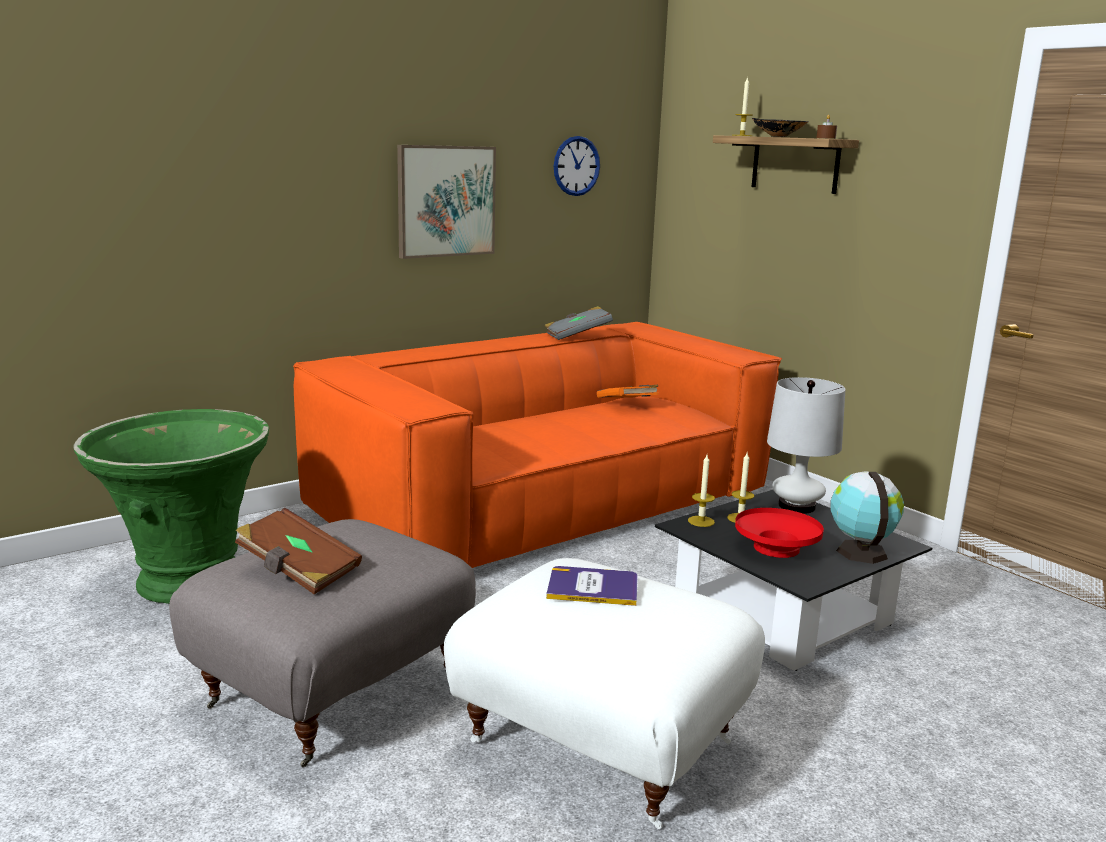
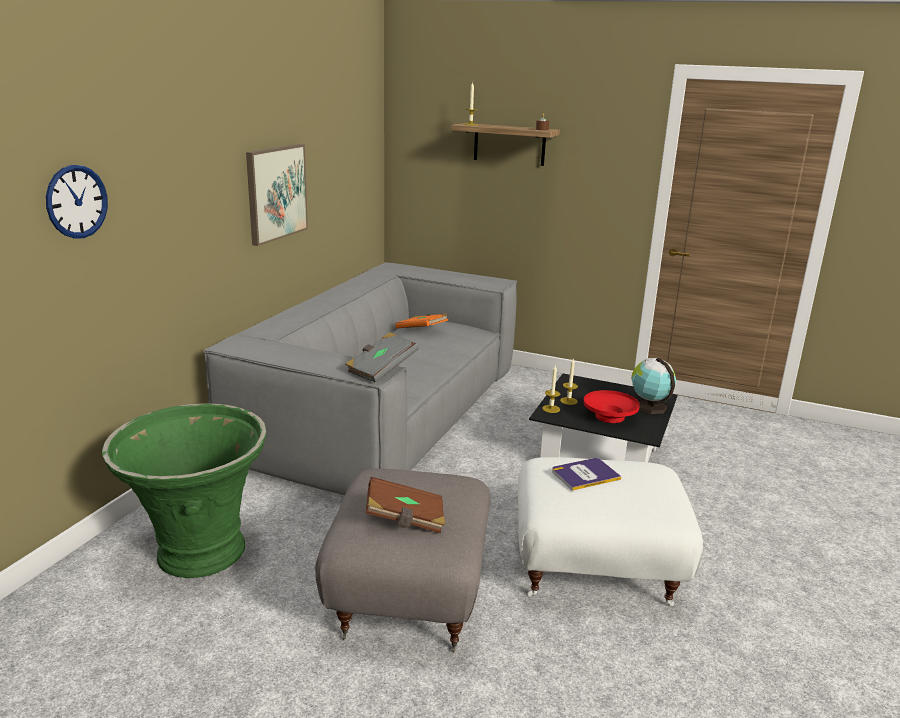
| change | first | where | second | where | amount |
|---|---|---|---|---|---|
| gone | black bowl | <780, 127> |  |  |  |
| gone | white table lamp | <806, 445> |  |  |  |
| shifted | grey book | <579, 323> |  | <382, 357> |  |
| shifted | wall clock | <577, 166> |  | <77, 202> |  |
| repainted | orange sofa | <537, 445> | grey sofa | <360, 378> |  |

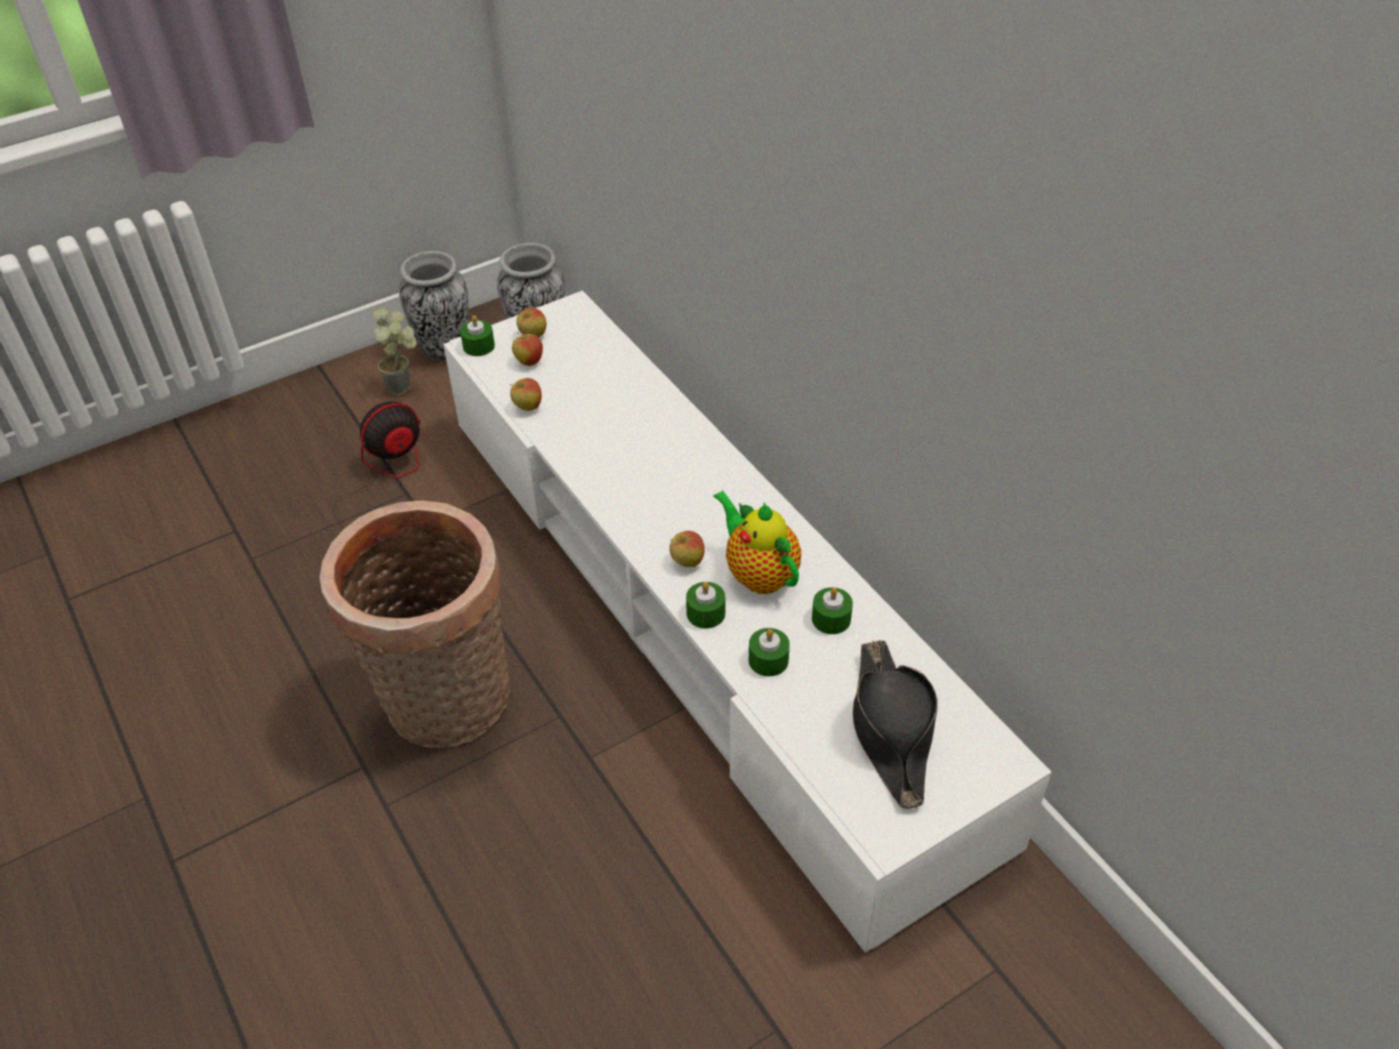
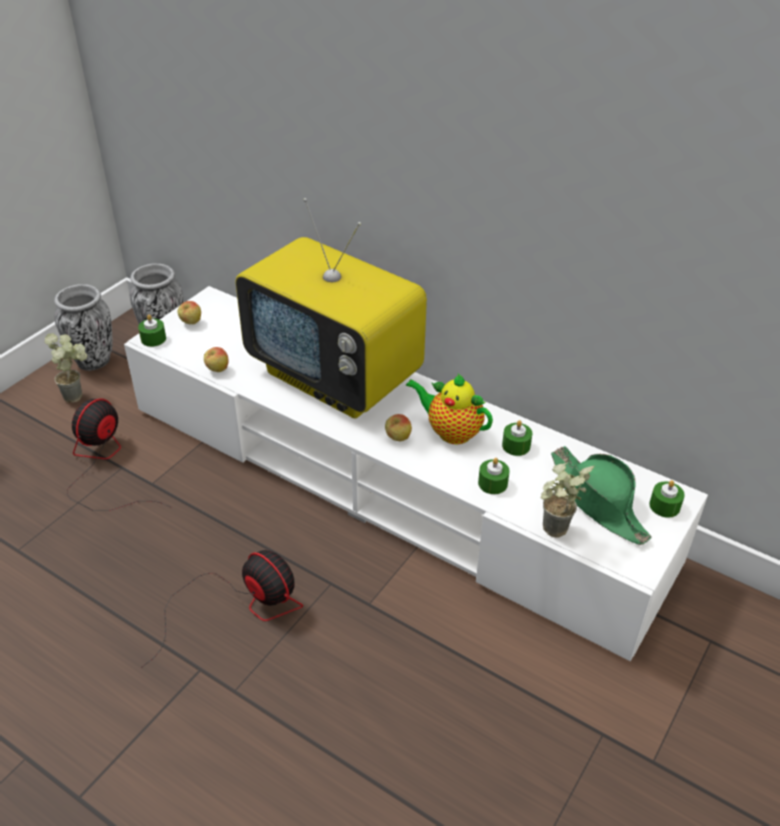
| change | first | where | second | where | amount |
|---|---|---|---|---|---|
| gone | apple | <527, 349> |  |  |  |
| new |  |  | television | <331, 308> |  |
| new |  |  | potted plant | <567, 500> |  |
| shifted | green candle | <705, 605> |  | <667, 499> |  |
| swapped | basket | <415, 624> | fan | <222, 609> |  |
| repainted | black hat | <895, 724> | green hat | <601, 495> |  |

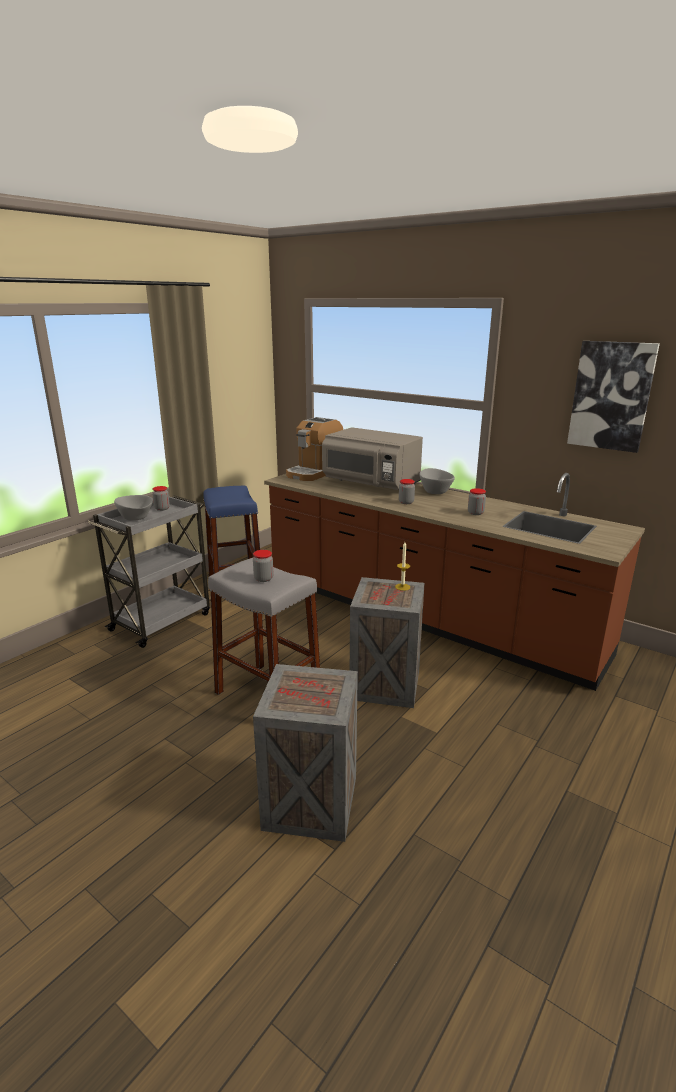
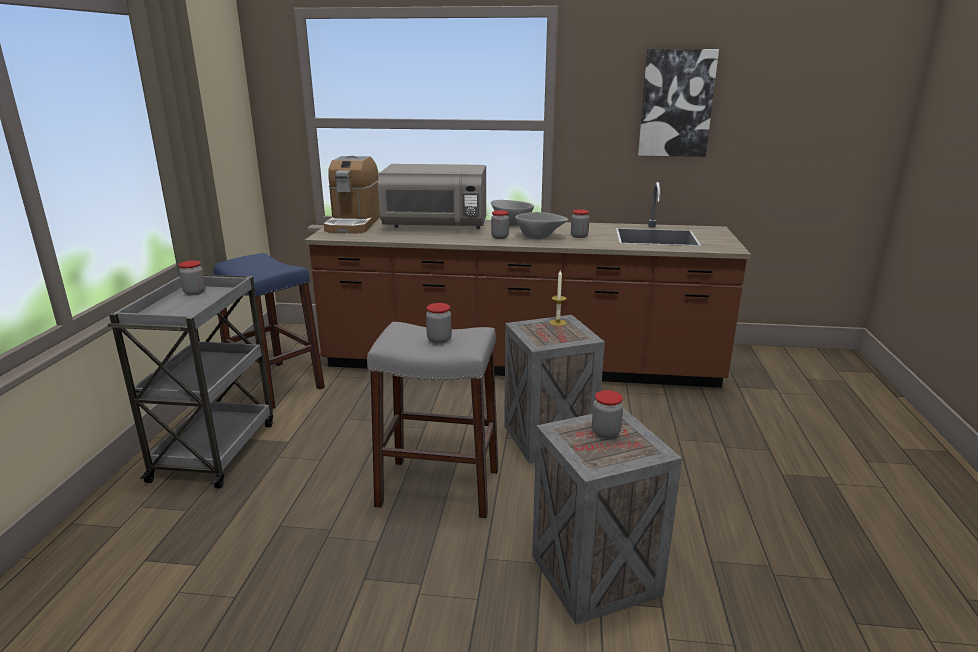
| change | first | where | second | where | amount |
|---|---|---|---|---|---|
| new |  |  | jar | <607, 414> |  |
| shifted | grey bowl | <133, 508> |  | <541, 225> |  |

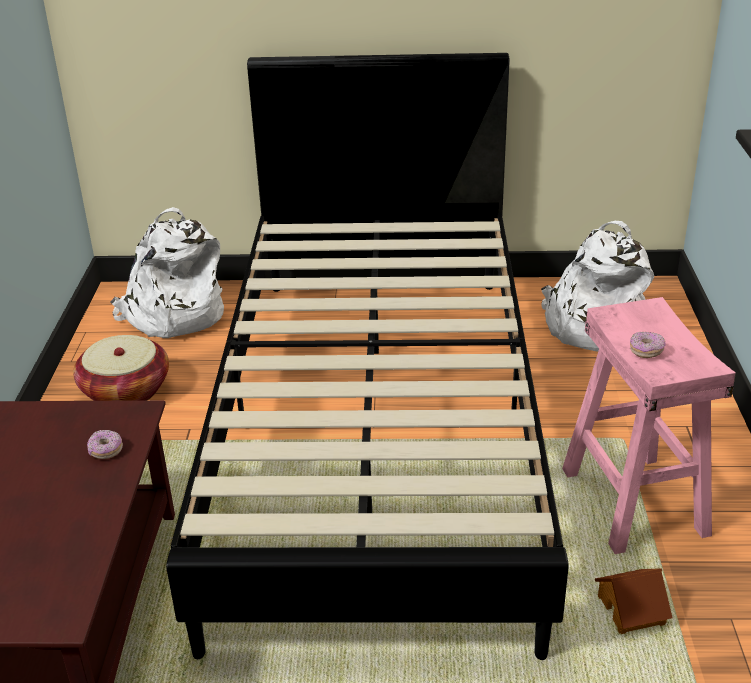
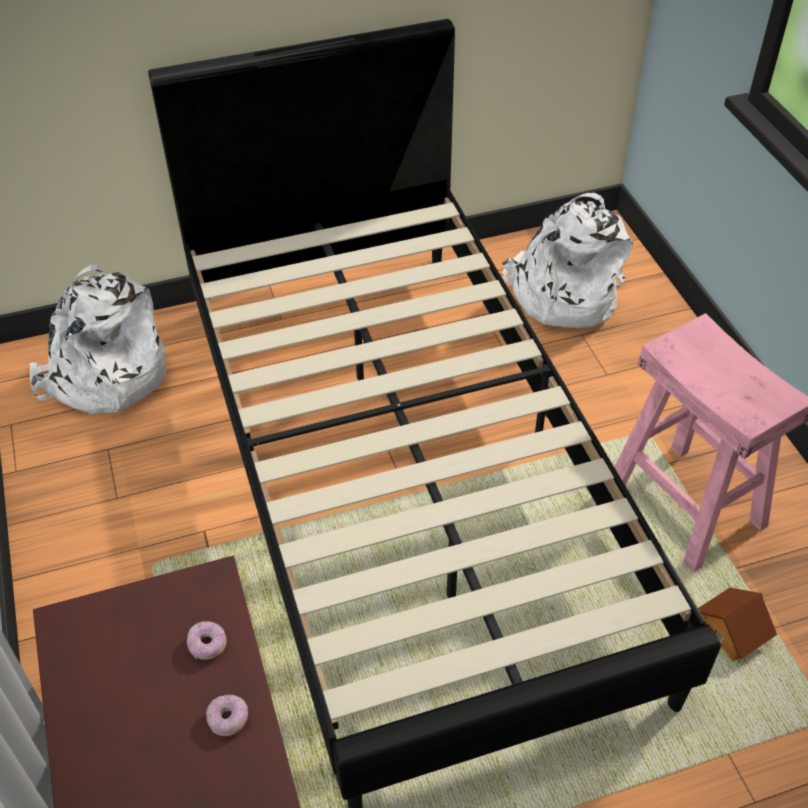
| change | first | where | second | where | amount |
|---|---|---|---|---|---|
| gone | basket | <121, 368> |  |  |  |
| shifted | donut | <648, 344> |  | <227, 715> |  |

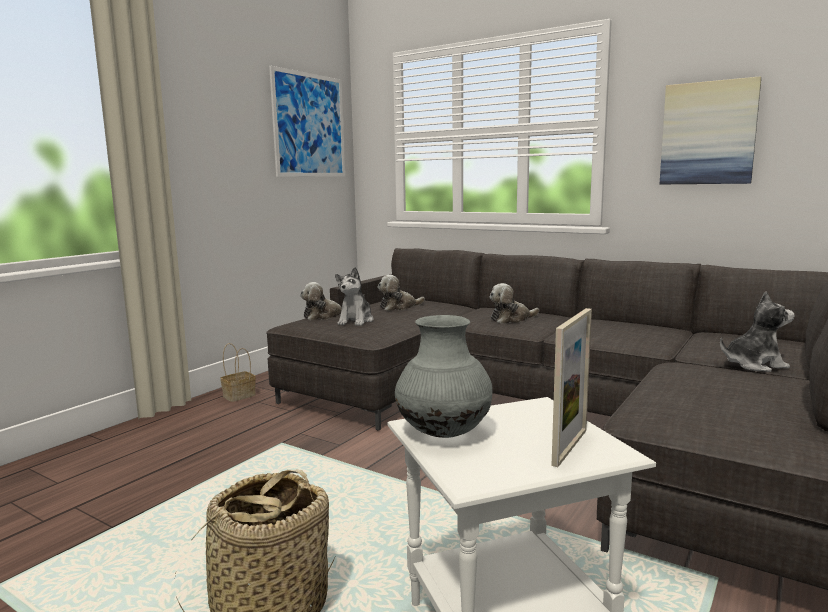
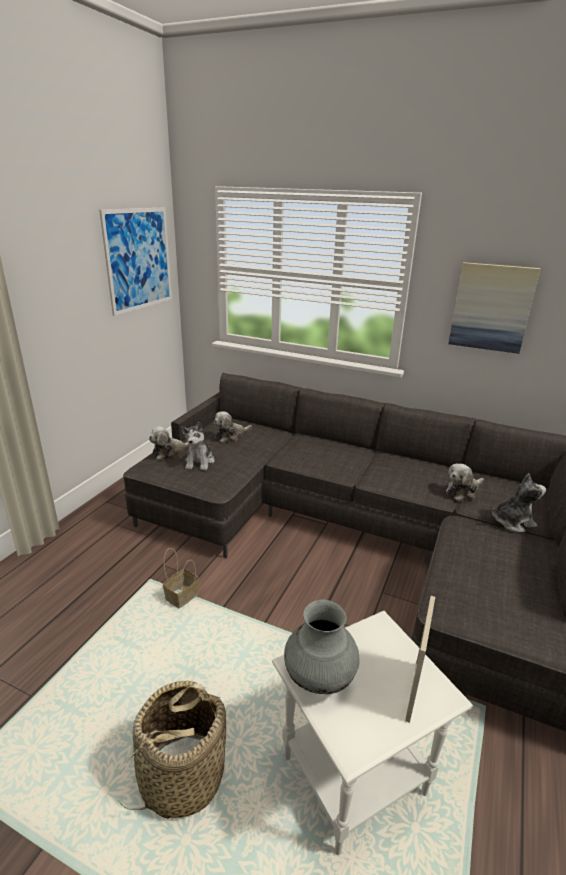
| change | first | where | second | where | amount |
|---|---|---|---|---|---|
| shifted | basket | <238, 372> |  | <181, 578> |  |
| shifted | plush toy | <514, 303> |  | <465, 482> |  |

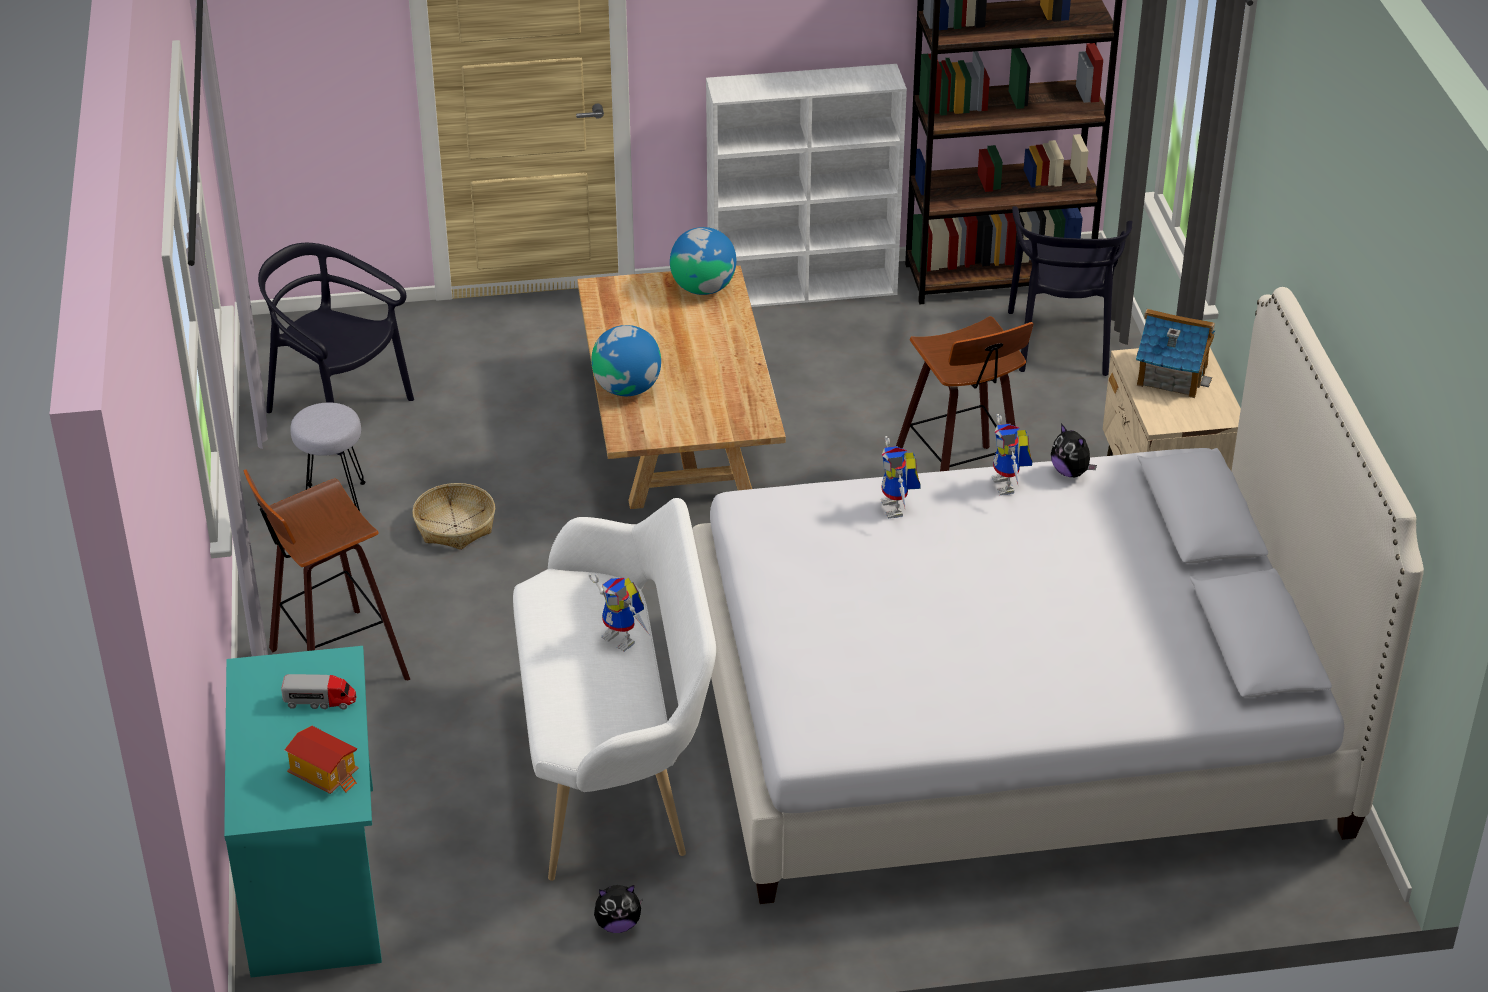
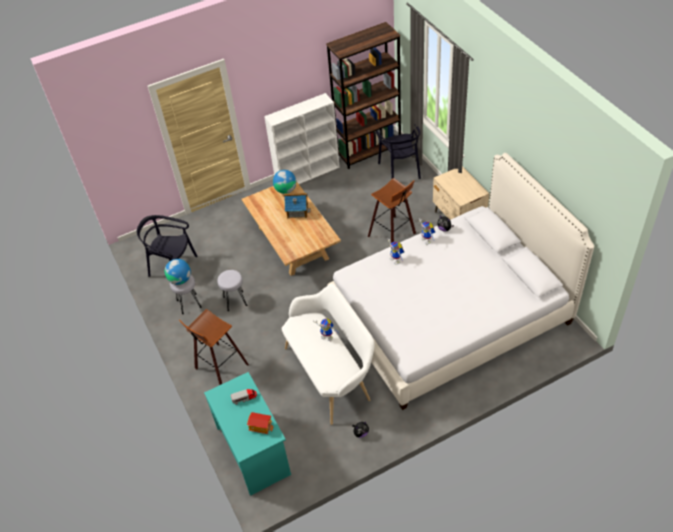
| change | first | where | second | where | amount |
|---|---|---|---|---|---|
| shifted | globe | <626, 360> |  | <178, 272> |  |
| shifted | toy house | <1175, 353> |  | <297, 206> |  |
| swapped | basket | <453, 516> | grey stool | <232, 290> |  |

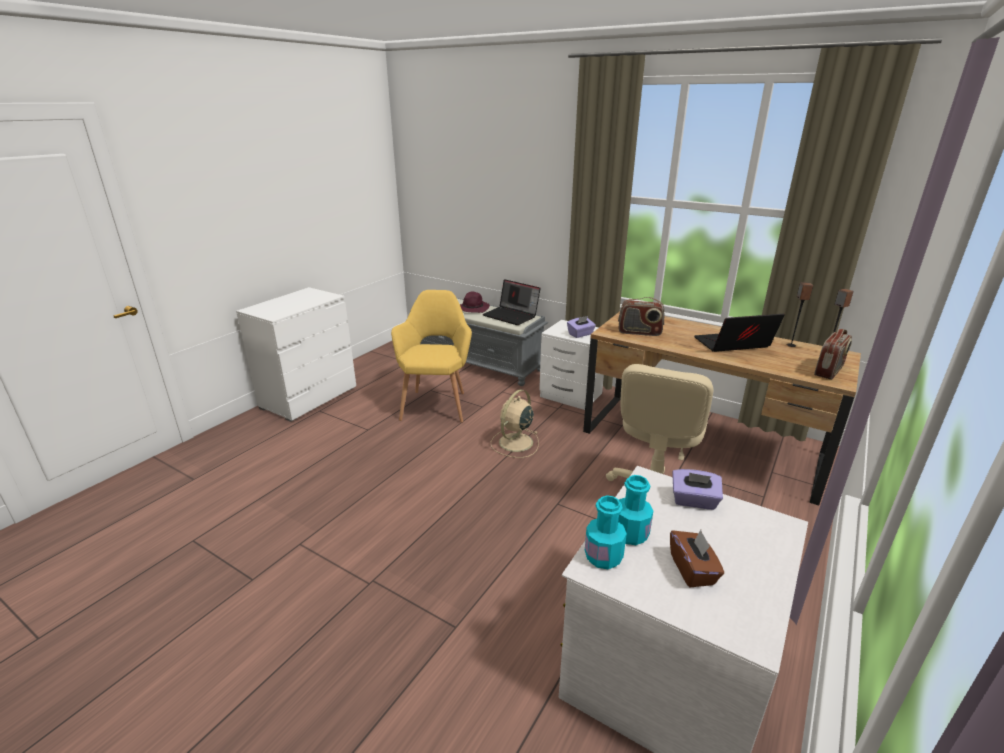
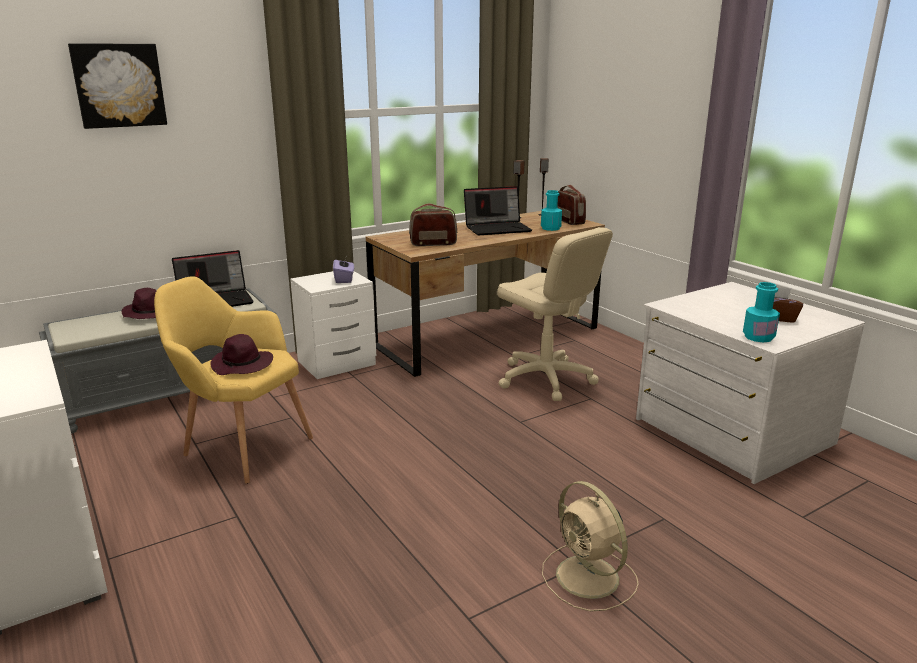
| change | first | where | second | where | amount |
|---|---|---|---|---|---|
| gone | purple tissue box | <697, 489> |  |  |  |
| new |  |  | picture | <117, 86> |  |
| new |  |  | purple hat | <241, 354> |  |
| shifted | beige fan | <515, 423> |  | <590, 546> |  |
| shifted | turquoise bottle | <635, 510> |  | <551, 210> |  |
| rotated | radio | <641, 316> |  | <433, 224> | 135 degrees counterclockwise |
| rotated | laptop | <739, 333> |  | <498, 210> | 120 degrees counterclockwise |

